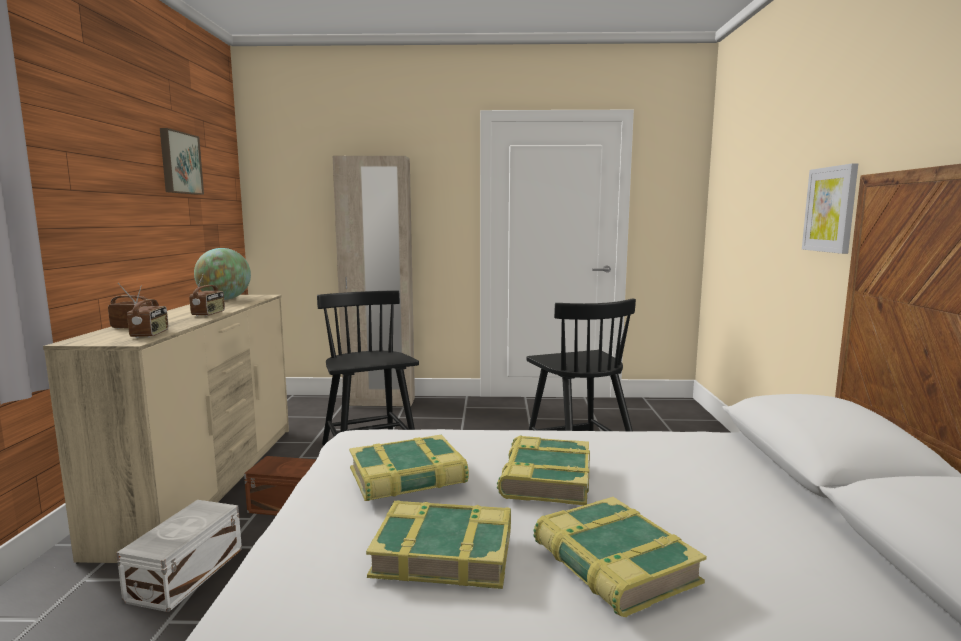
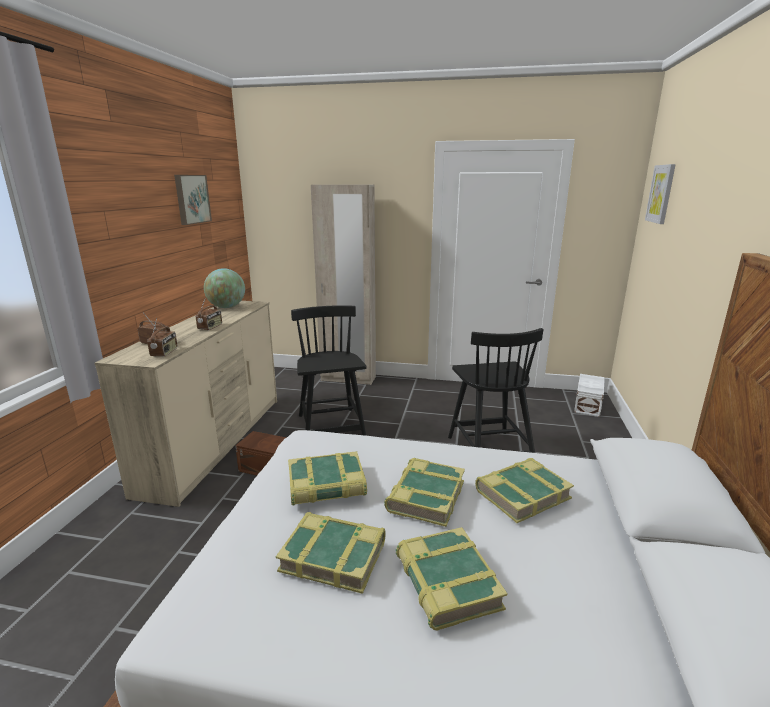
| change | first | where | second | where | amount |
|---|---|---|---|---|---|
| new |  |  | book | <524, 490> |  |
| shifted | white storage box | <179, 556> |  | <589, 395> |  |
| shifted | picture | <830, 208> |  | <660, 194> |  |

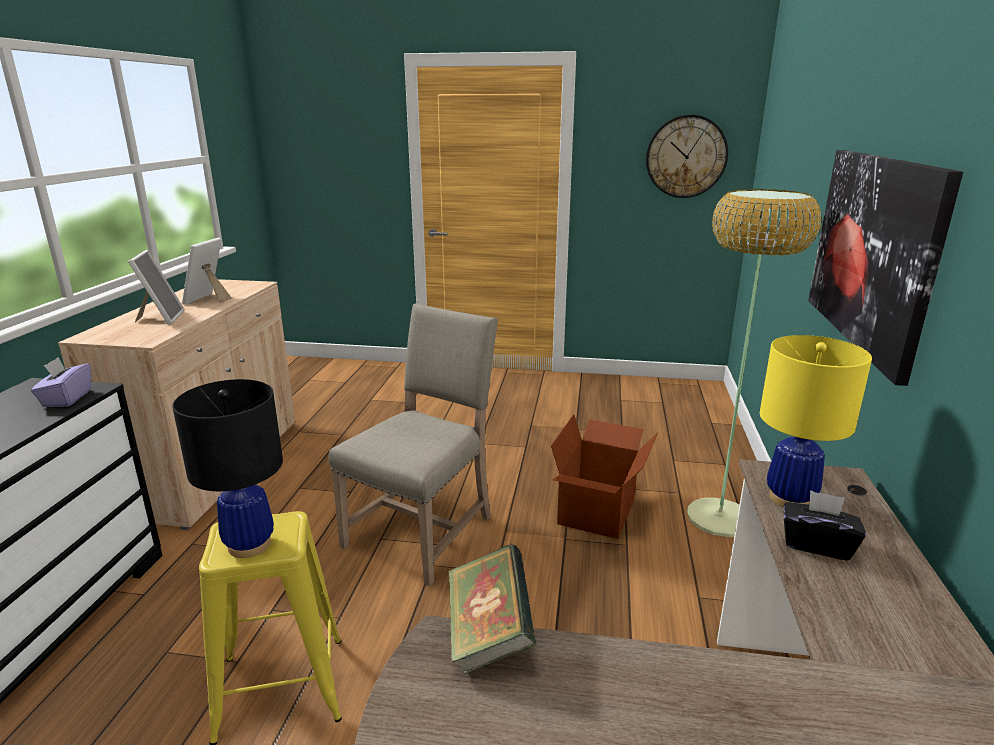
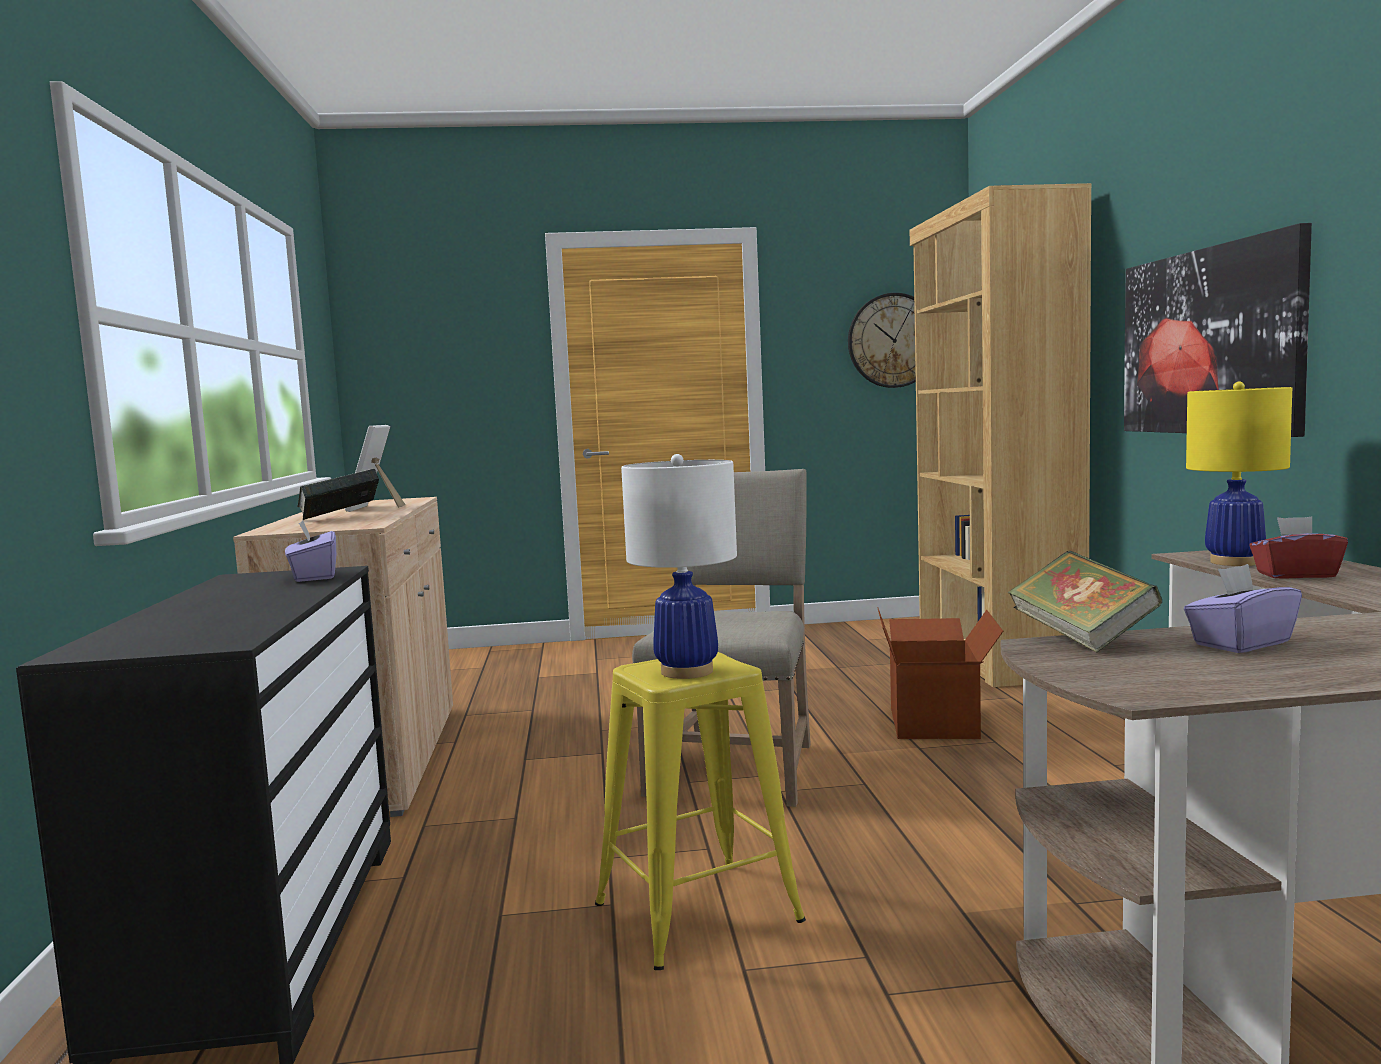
| change | first | where | second | where | amount |
|---|---|---|---|---|---|
| gone | floor lamp | <754, 363> |  |  |  |
| new |  |  | brown bookcase | <1000, 435> |  |
| new |  |  | purple tissue box | <1243, 608> |  |
| swapped | picture frame | <156, 287> | book | <338, 494> |  |
| repainted | black table lamp | <227, 468> | white table lamp | <679, 566> |  |
| repainted | black tissue box | <825, 525> | red tissue box | <1298, 547> |  |

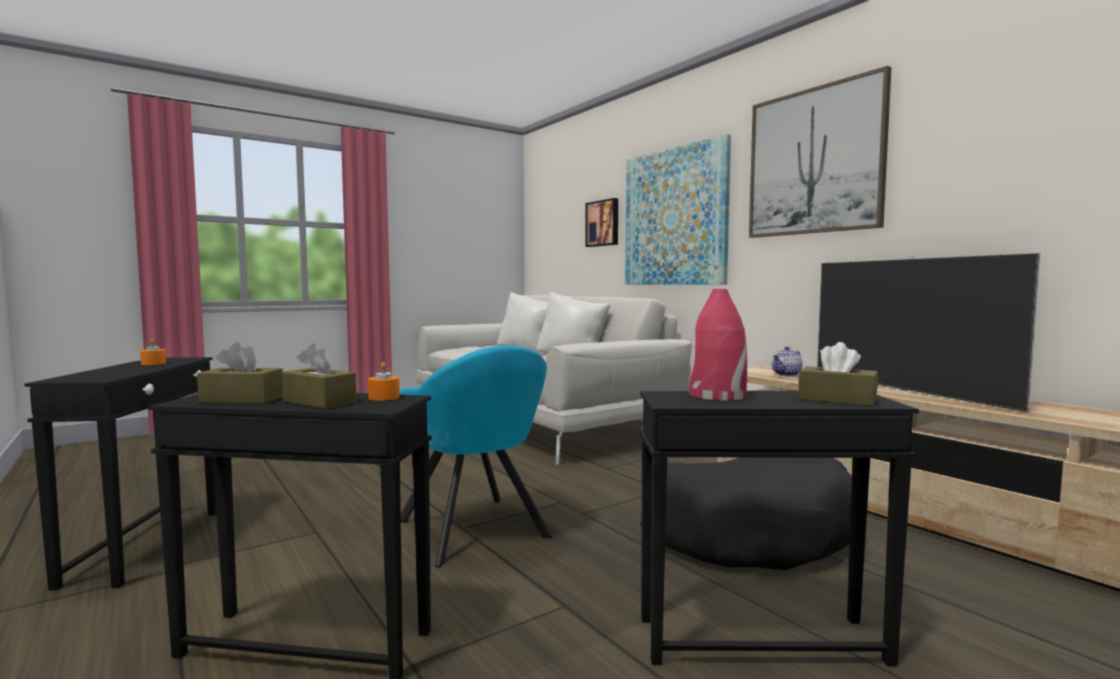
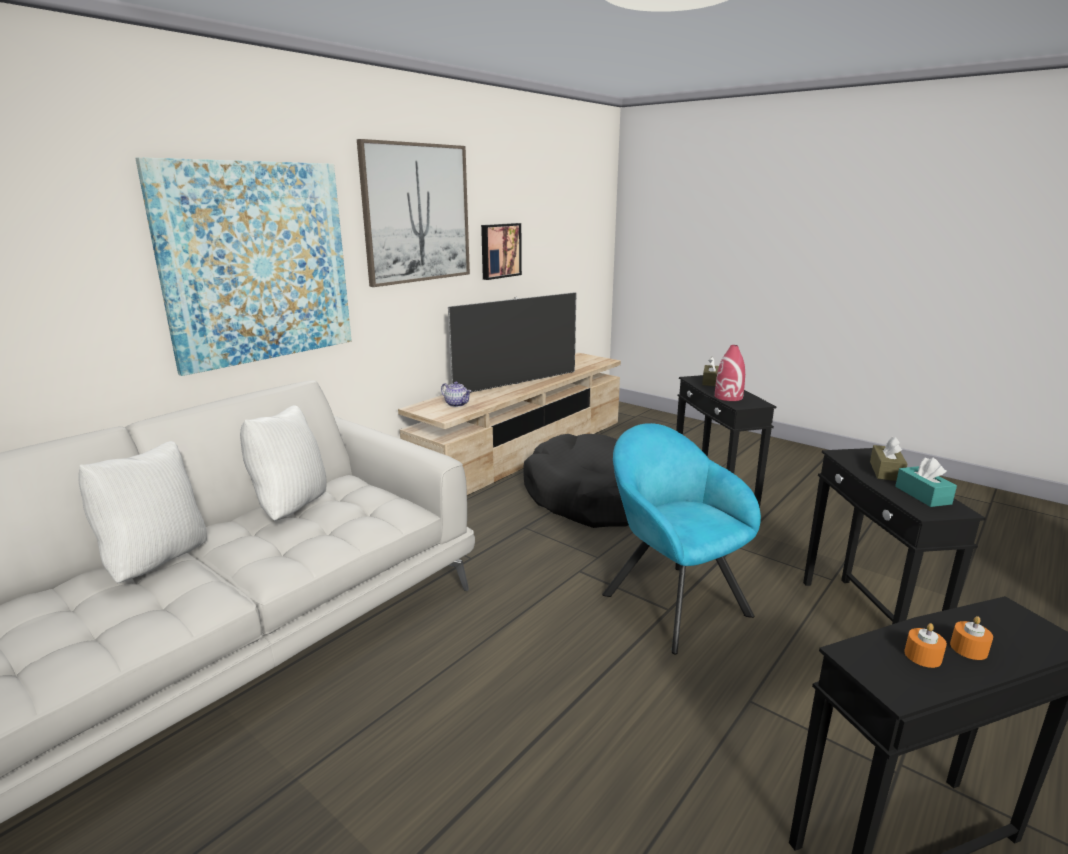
| change | first | where | second | where | amount |
|---|---|---|---|---|---|
| shifted | orange candle | <384, 381> |  | <971, 638> |  |
| shifted | picture | <601, 222> |  | <501, 251> |  |
| repainted | brown tissue box | <240, 372> | turquoise tissue box | <926, 482> |  |
| rotated | turquoise armchair | <476, 456> |  | <681, 538> | 75 degrees counterclockwise |

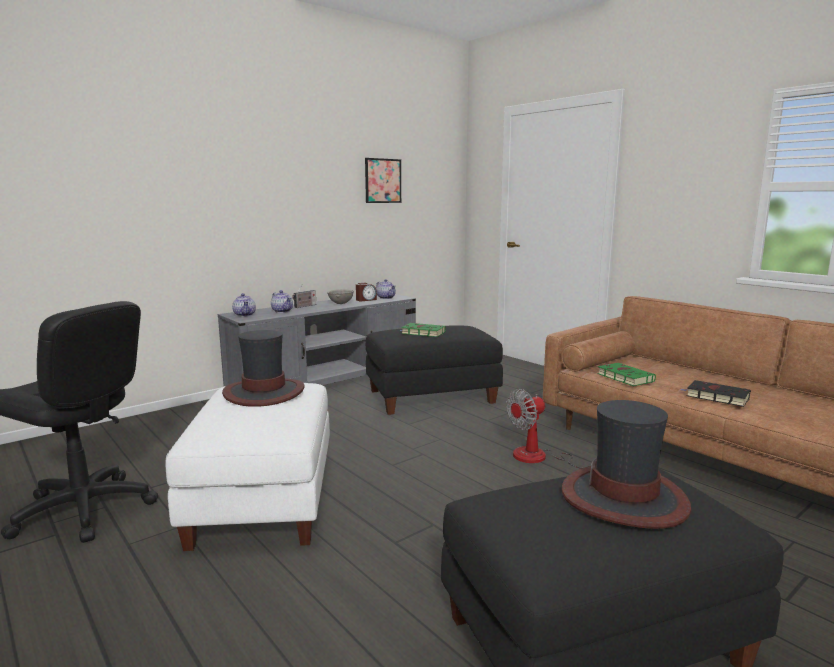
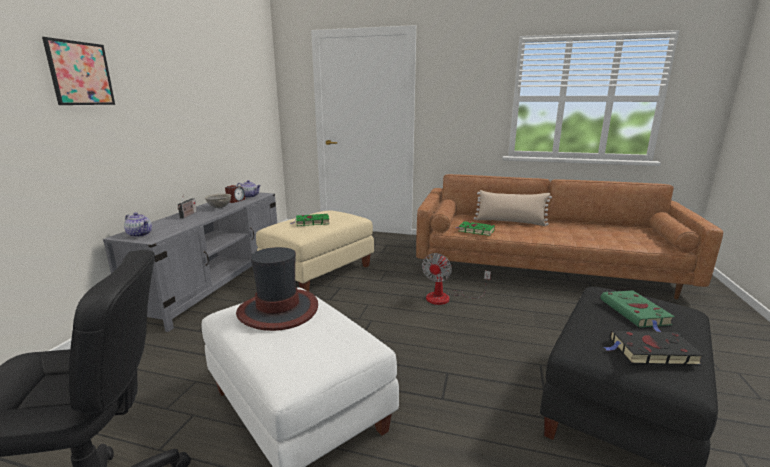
| change | first | where | second | where | amount |
|---|---|---|---|---|---|
| gone | teapot | <282, 301> |  |  |  |
| new |  |  | beige pillow | <513, 208> |  |
| shifted | picture | <383, 180> |  | <78, 71> |  |
| shifted | black book | <716, 393> |  | <654, 348> |  |
| swapped | hat | <626, 464> | green book | <638, 311> |  |
| repainted | black ottoman | <434, 370> | beige ottoman | <315, 251> |  |

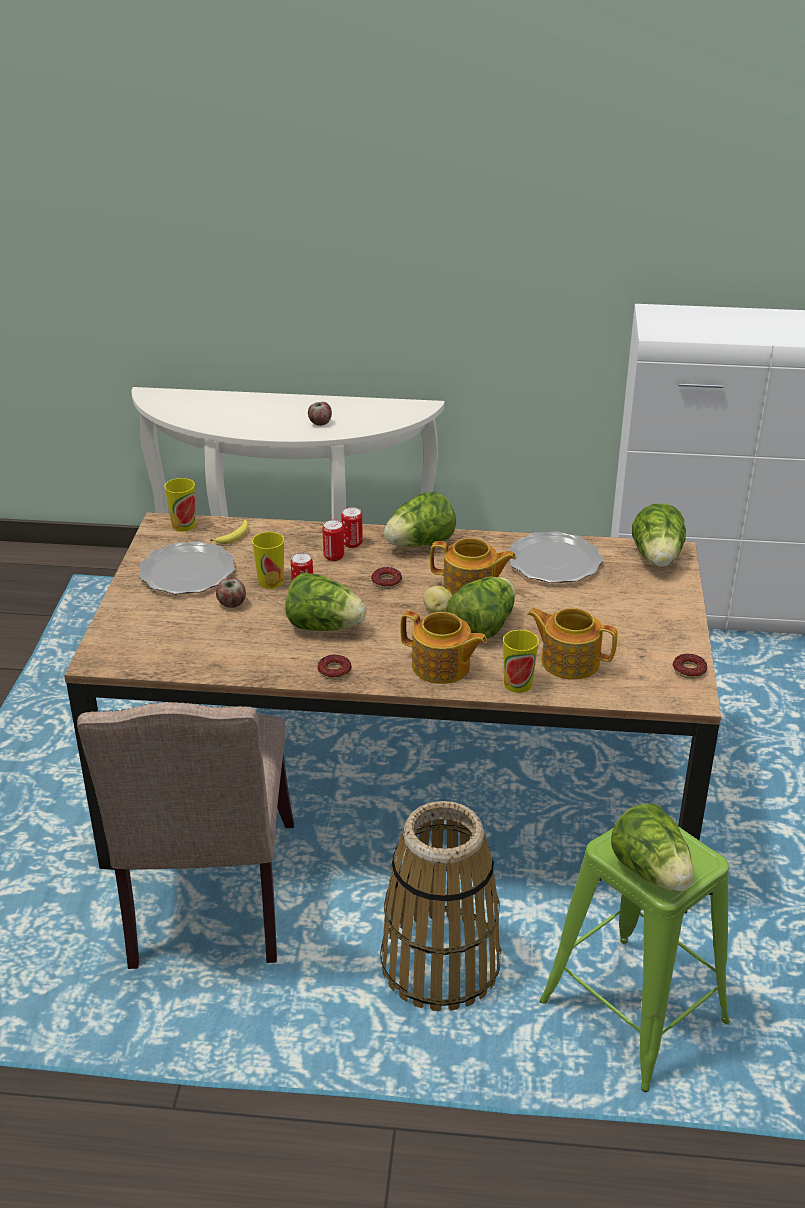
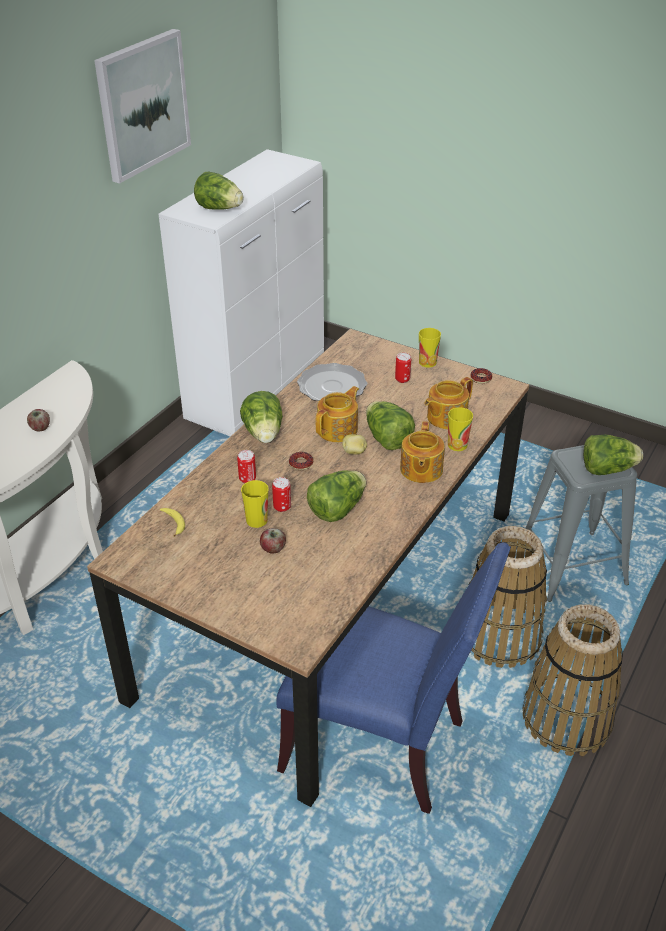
| change | first | where | second | where | amount |
|---|---|---|---|---|---|
| gone | plate | <187, 567> |  |  |  |
| gone | donut | <334, 667> |  |  |  |
| new |  |  | picture | <142, 106> |  |
| new |  |  | basket | <572, 680> |  |
| shifted | cup | <180, 505> |  | <430, 348> |  |
| shifted | can | <352, 527> |  | <403, 368> |  |
| shifted | lettuce | <659, 535> |  | <219, 190> |  |
| repainted | beige chair | <185, 835> | blue chair | <393, 678> |  |
| repainted | green stool | <635, 959> | grey stool | <576, 523> |  |
| rotated | teapot | <443, 647> |  | <422, 452> | 135 degrees clockwise |

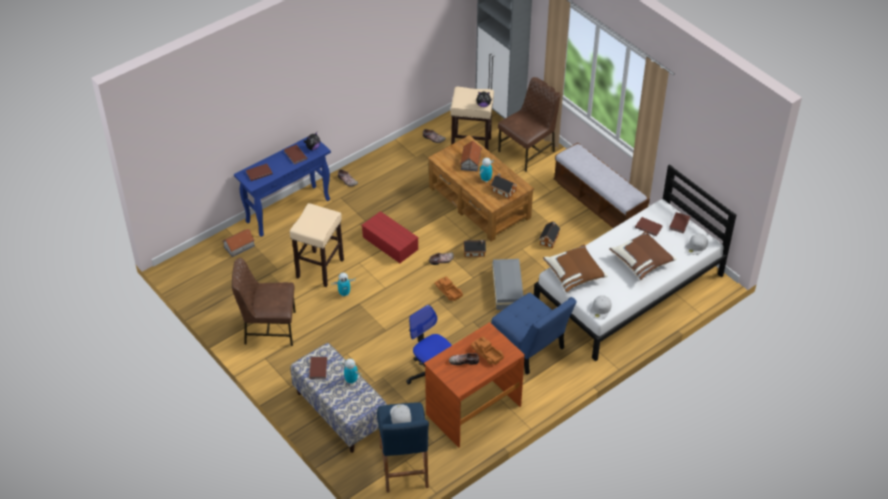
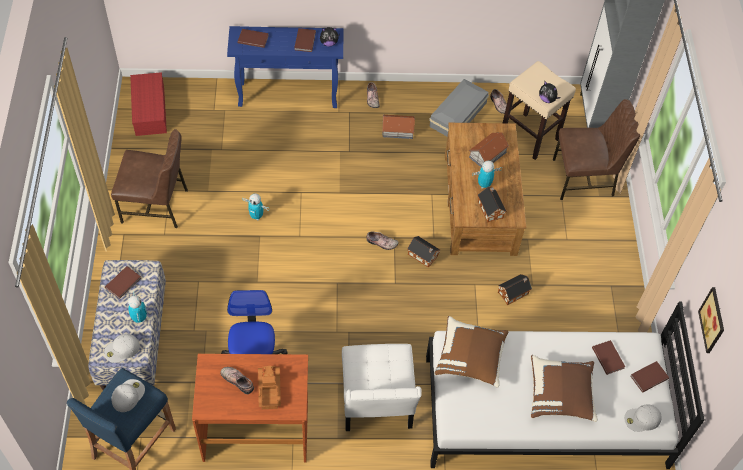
| change | first | where | second | where | amount |
|---|---|---|---|---|---|
| gone | beige stool | <317, 245> |  |  |  |
| gone | toy truck | <448, 288> |  |  |  |
| gone | bench | <601, 185> |  |  |  |
| new |  |  | picture | <711, 320> |  |
| shifted | toy house | <238, 243> |  | <398, 127> |  |
| shifted | red storage box | <390, 237> |  | <148, 104> |  |
| shifted | grey storage box | <507, 284> |  | <459, 108> |  |
| shifted | white cap | <600, 307> |  | <122, 348> |  |
| repainted | blue chair | <534, 334> | white chair | <382, 387> |  |
| rotated | brown chair | <264, 302> |  | <149, 178> | 150 degrees clockwise |

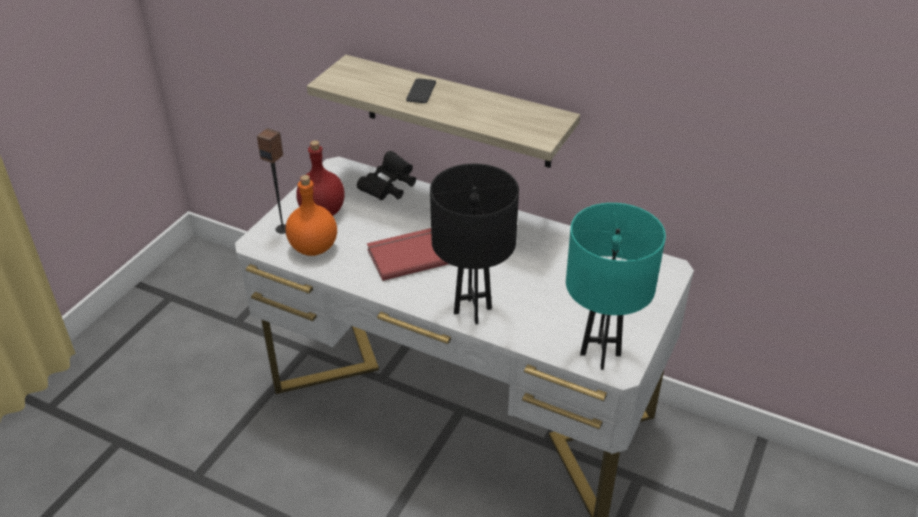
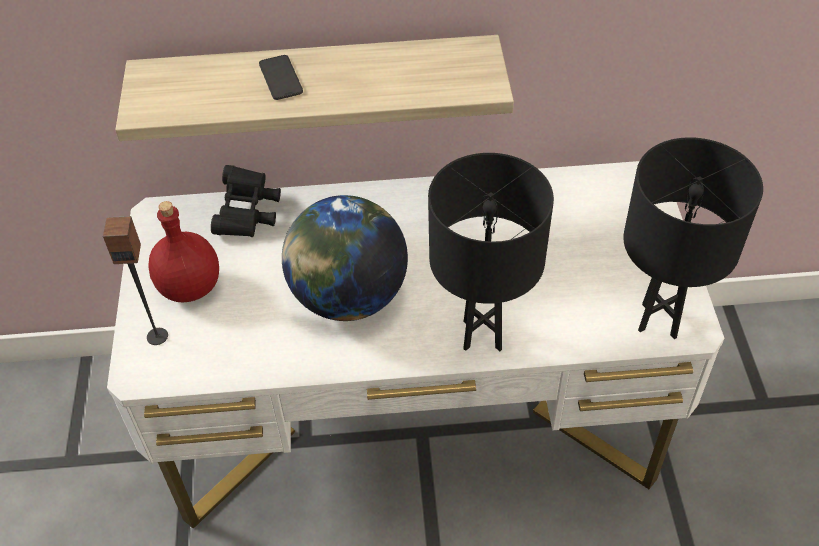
| change | first | where | second | where | amount |
|---|---|---|---|---|---|
| gone | orange bottle | <311, 215> |  |  |  |
| swapped | red book | <408, 254> | globe | <345, 258> |  |
| repainted | turquoise table lamp | <616, 286> | black table lamp | <693, 238> |  |

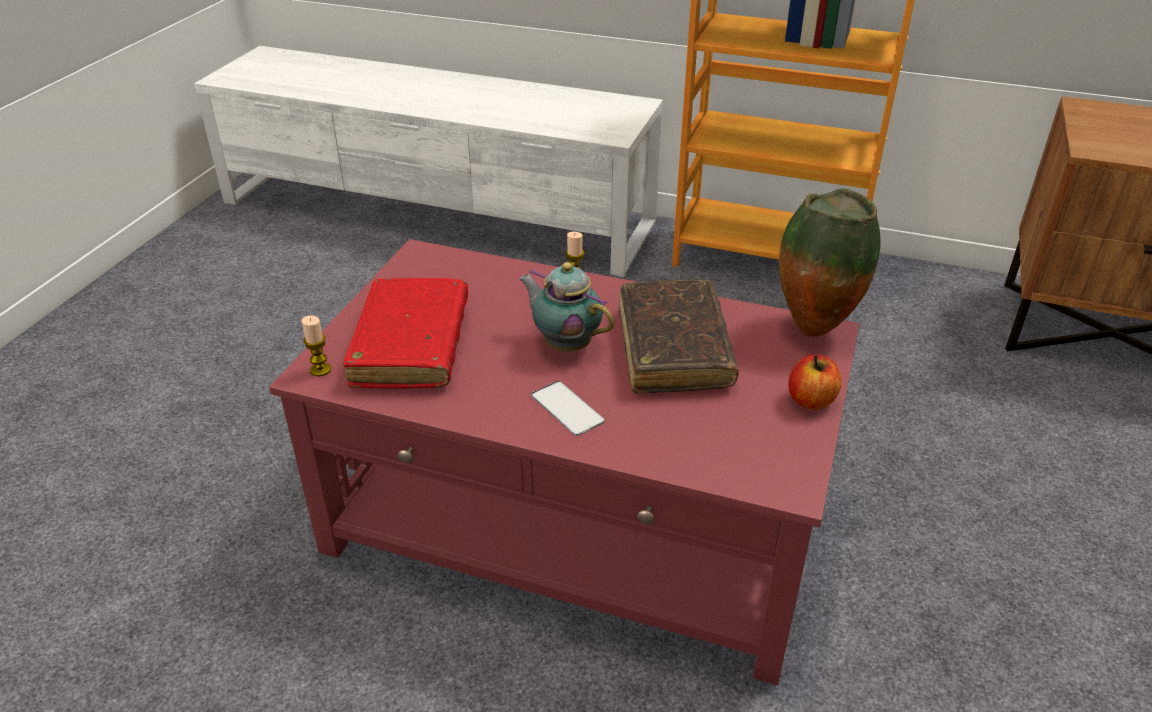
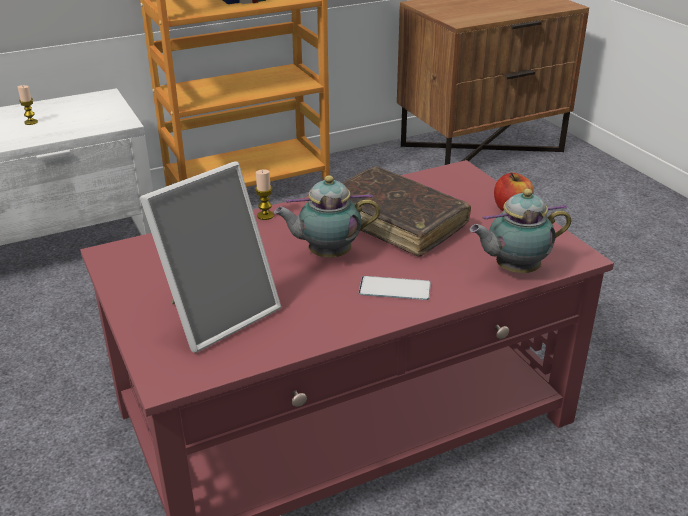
| change | first | where | second | where | amount |
|---|---|---|---|---|---|
| gone | vase | <830, 262> |  |  |  |
| new |  |  | teapot | <520, 231> |  |
| shifted | candle | <316, 345> |  | <28, 105> |  |
| swapped | red book | <405, 333> | picture frame | <210, 257> |  |

